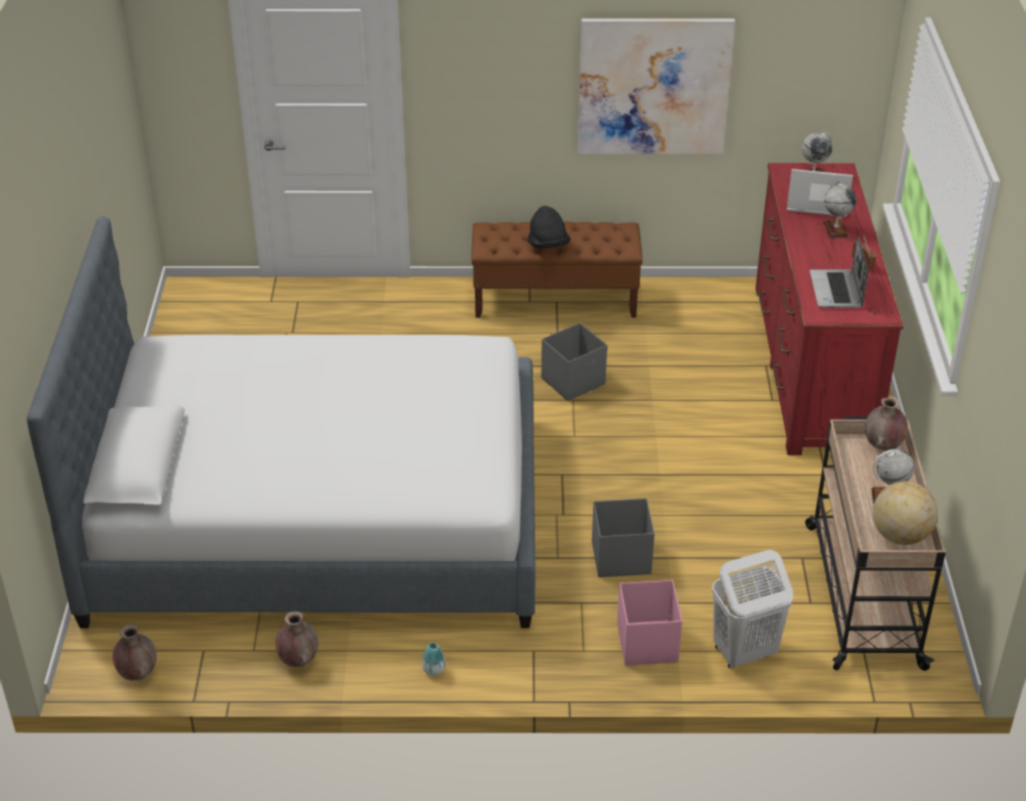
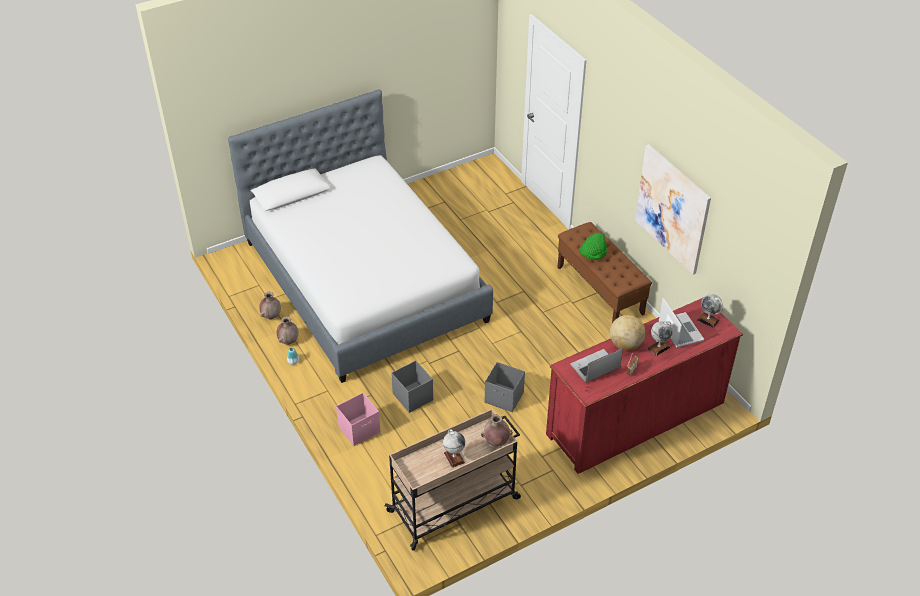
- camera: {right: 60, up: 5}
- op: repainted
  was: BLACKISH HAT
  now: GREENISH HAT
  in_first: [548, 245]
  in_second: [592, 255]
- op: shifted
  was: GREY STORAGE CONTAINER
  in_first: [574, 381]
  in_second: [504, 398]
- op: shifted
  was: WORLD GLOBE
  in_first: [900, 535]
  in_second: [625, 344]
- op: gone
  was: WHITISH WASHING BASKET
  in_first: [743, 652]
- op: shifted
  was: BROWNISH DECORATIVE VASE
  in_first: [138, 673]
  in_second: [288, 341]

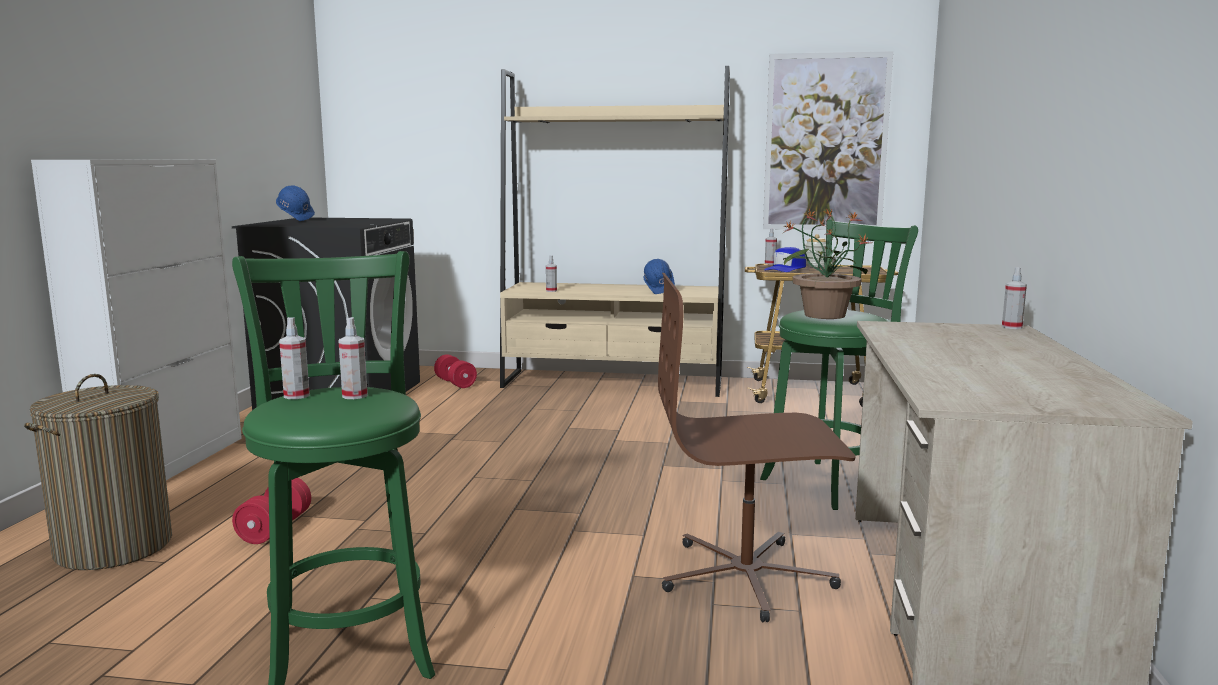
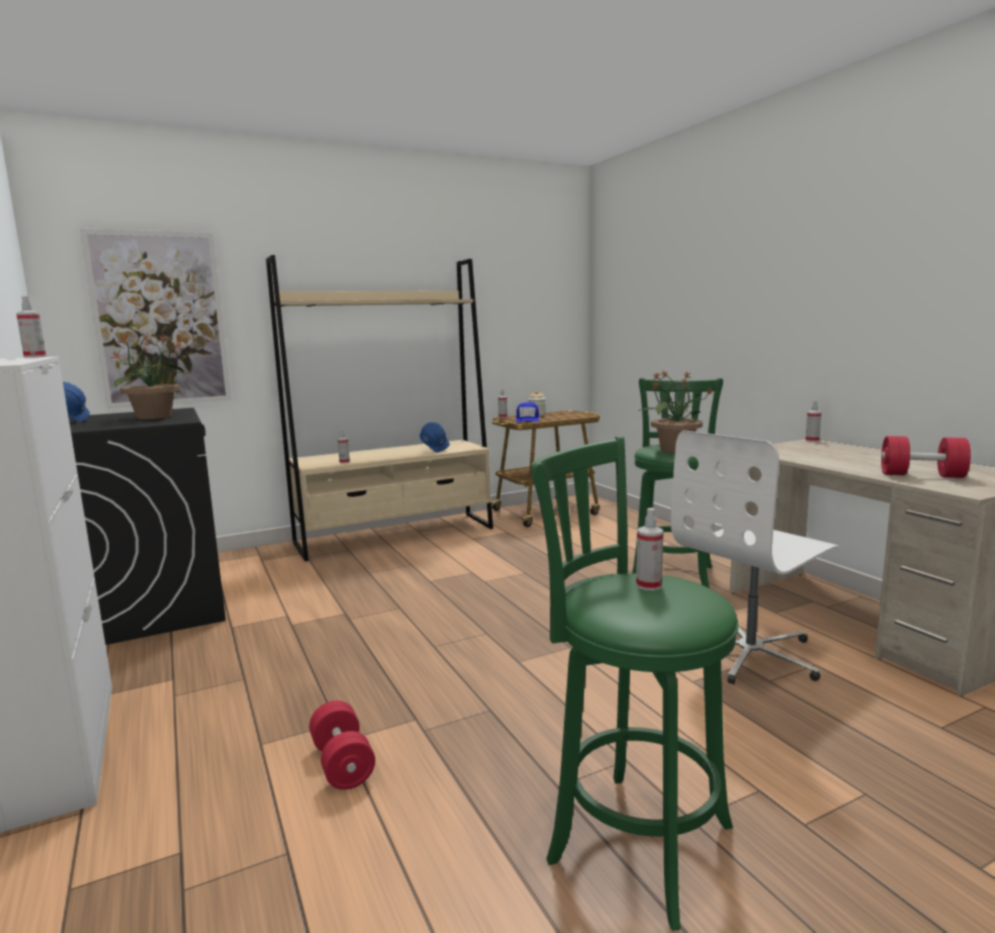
- camera: {right: -35, up: 0}
- op: shifted
  was: WALL PICTURE
  in_first: [825, 143]
  in_second: [160, 319]
- op: repainted
  was: BROWNISH DESK CHAIR
  now: WHITISH DESK CHAIR
  in_first: [747, 577]
  in_second: [751, 654]
- op: shifted
  was: SPRAYER
  in_first: [296, 396]
  in_second: [35, 357]
- op: shifted
  was: RED-COLOURED HAND WEIGHT
  in_first: [455, 383]
  in_second: [922, 475]
- op: gone
  was: WASHING BASKET
  in_first: [114, 546]
- op: new
  now: PLANT IN A POT
  in_second: [155, 417]

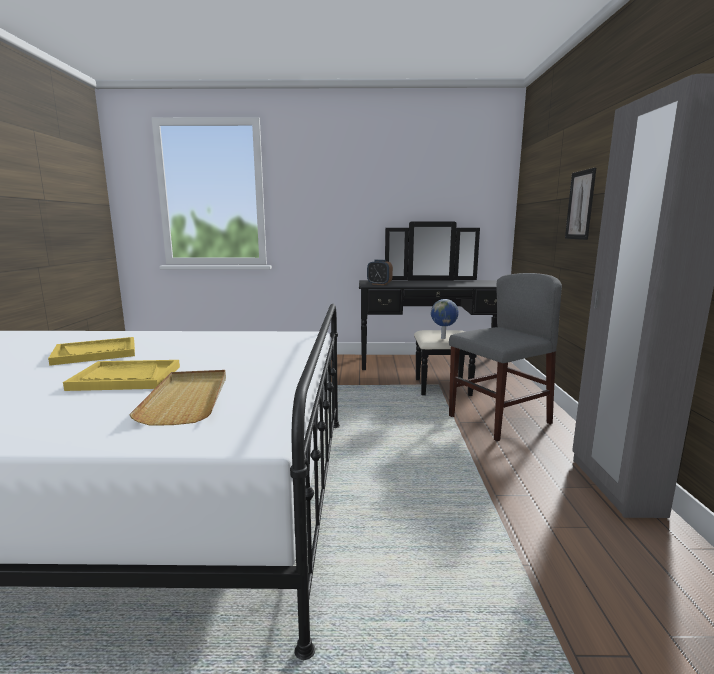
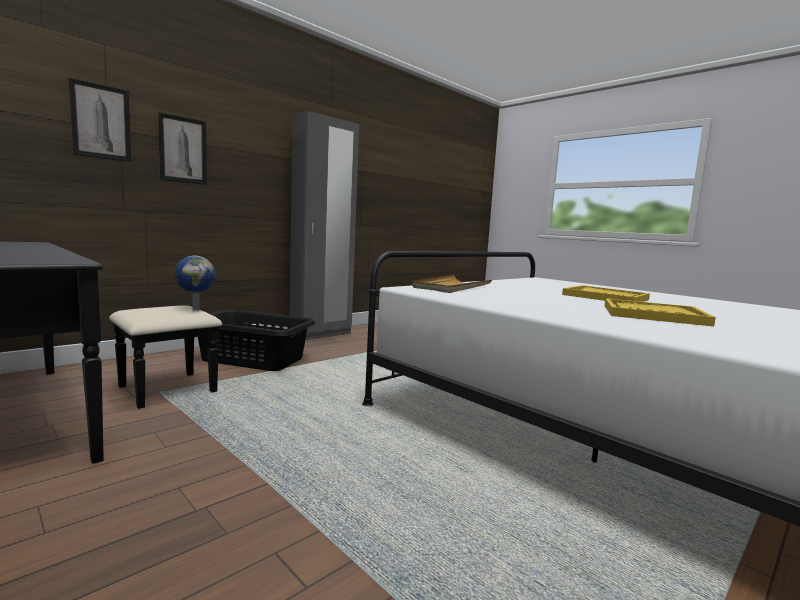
- camera: {right: -135, up: -5}
- op: gone
  was: ALARM CLOCK
  in_first: [379, 284]
- op: swapped
  was: GREY CHAIR
  now: BLACKISH WASHING BASKET
  in_first: [499, 419]
  in_second: [253, 359]
- op: shifted
  was: BEIGE-COLOURED TRAY
  in_first: [187, 399]
  in_second: [452, 287]
- op: new
  now: WALL PICTURE
  in_second: [101, 122]

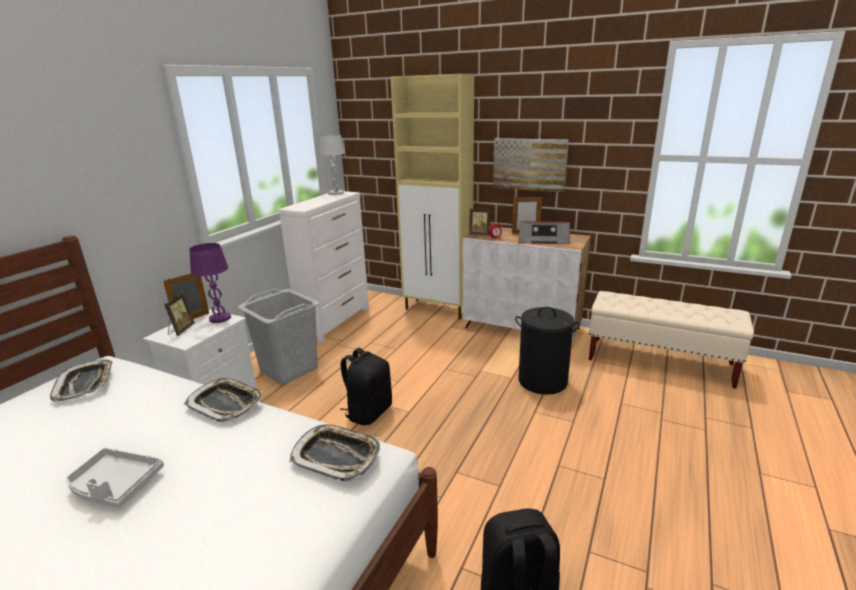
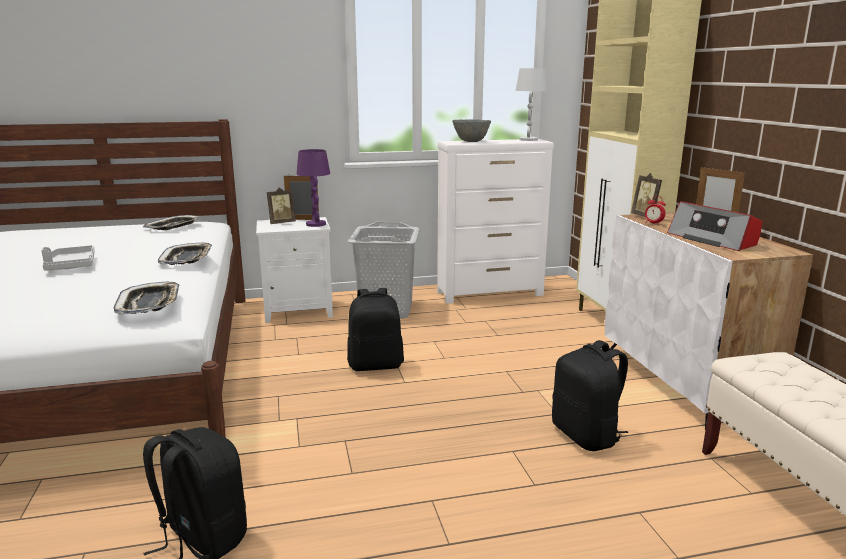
- camera: {right: 50, up: -5}
- op: gone
  was: WALL PICTURE
  in_first: [529, 164]
- op: swapped
  was: BLACKISH WASHING BASKET
  now: BLACKISH KNAPSACK
  in_first: [543, 381]
  in_second: [586, 435]
- op: new
  now: GREY BOWL
  in_second: [471, 141]

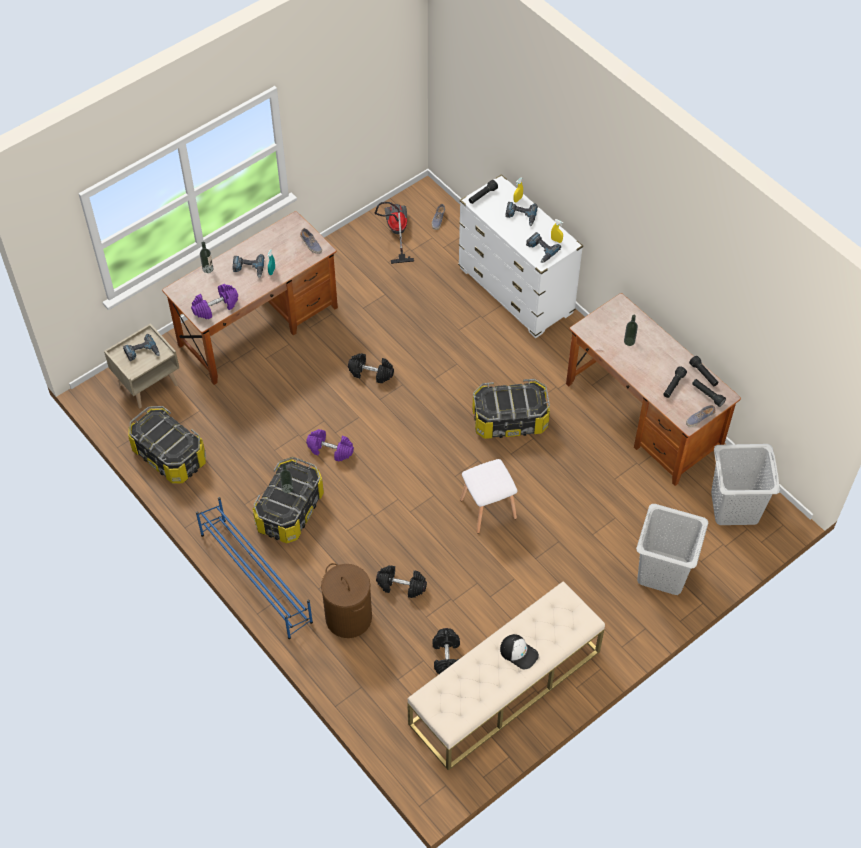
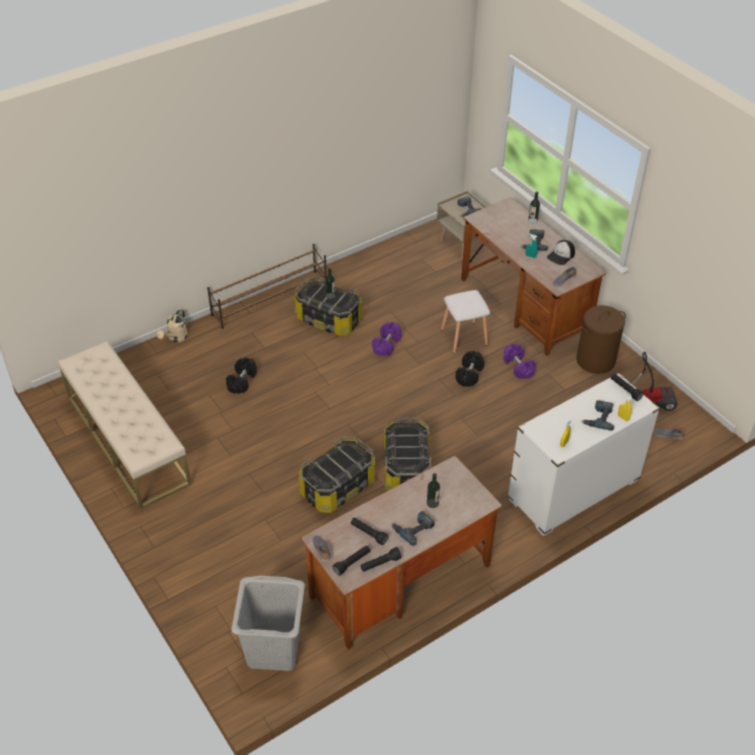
- camera: {right: 95, up: -10}
- op: shifted
  was: DRILL
  in_first: [540, 250]
  in_second: [413, 528]
- op: shifted
  was: PURPLE HAND WEIGHT
  in_first: [215, 307]
  in_second: [518, 367]
- op: shifted
  was: STORAGE CONTAINER
  in_first: [170, 455]
  in_second: [338, 487]
- op: shifted
  was: WHITISH STOOL SEAT
  in_first: [487, 509]
  in_second: [463, 336]
- op: repainted
  was: BLUISH SHOE SHELF
  now: BROWNISH SHOE SHELF
  in_first: [255, 577]
  in_second: [270, 299]
- op: gone
  was: GREY WASHING BASKET
  in_first: [663, 572]
- op: shifted
  was: BROWNISH WASHING BASKET
  in_first: [348, 617]
  in_second: [595, 360]
- op: gone
  was: BLACKISH HAND WEIGHT
  in_first: [446, 657]
- op: shifted
  was: CAP
  in_first: [519, 652]
  in_second: [561, 256]
- op: new
  now: BEIGE-COLOURED WATERING POT
  in_second: [175, 338]

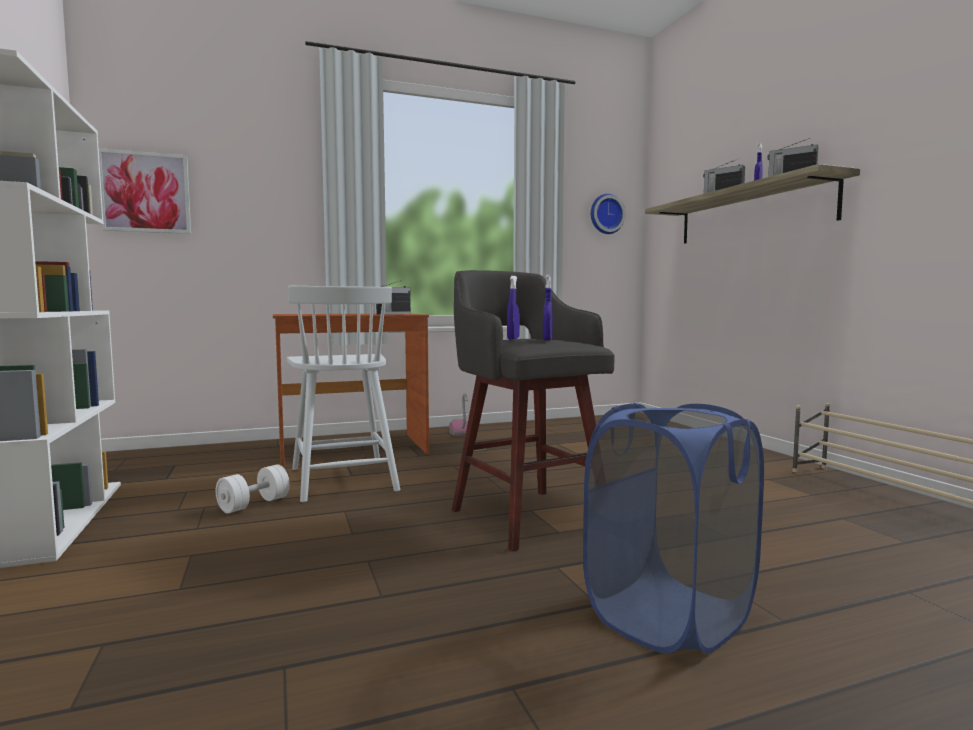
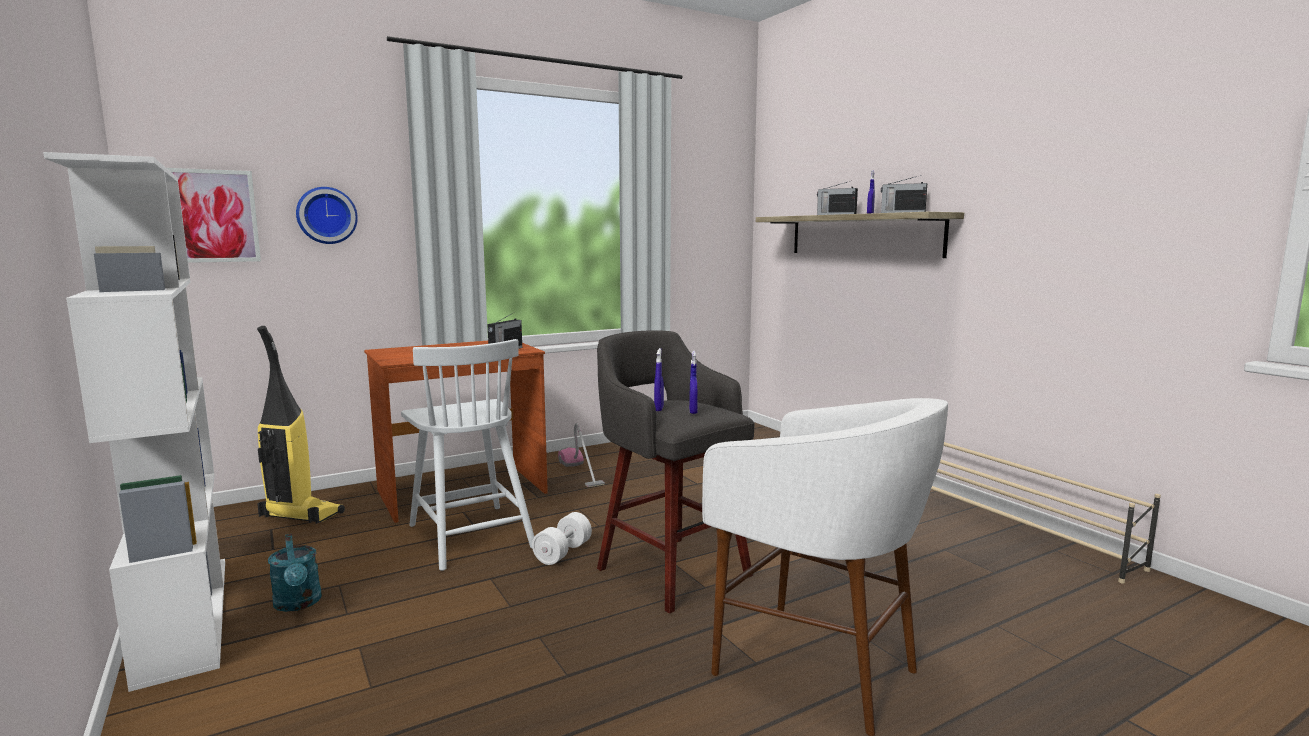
- camera: {right: -10, up: 5}
- op: shifted
  was: CLOCK ON THE WALL
  in_first: [606, 214]
  in_second: [326, 215]
- op: swapped
  was: BLUISH WASHING BASKET
  now: WHITISH STOOL SEAT
  in_first: [669, 617]
  in_second: [817, 670]
- op: shifted
  was: WHITISH HAND WEIGHT
  in_first: [254, 504]
  in_second: [563, 553]
- op: new
  now: VACUUM
  in_second: [300, 515]
- op: new
  now: TURQUOISE WATERING POT
  in_second: [298, 604]

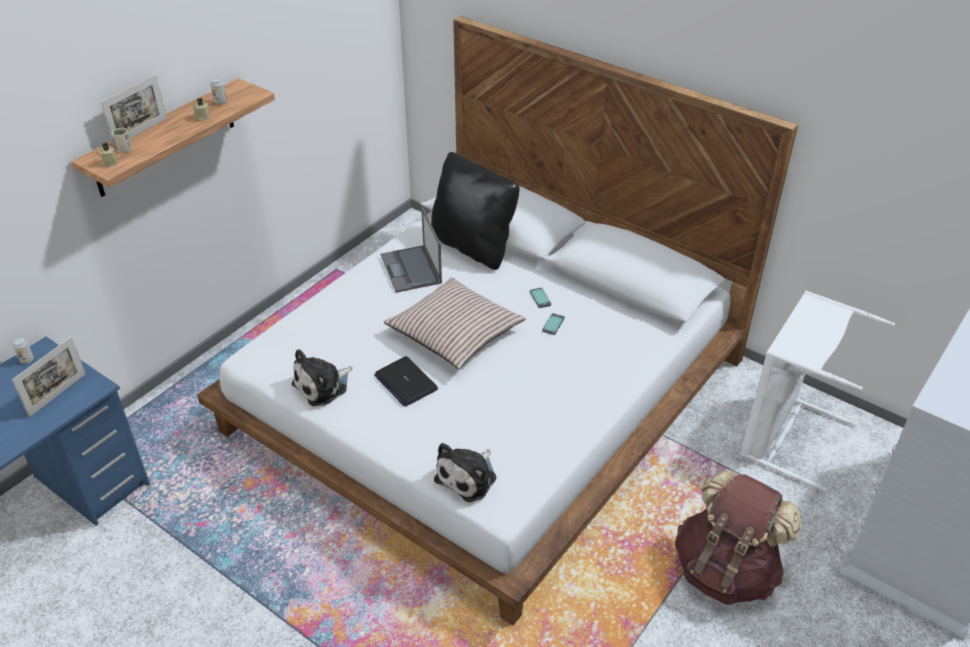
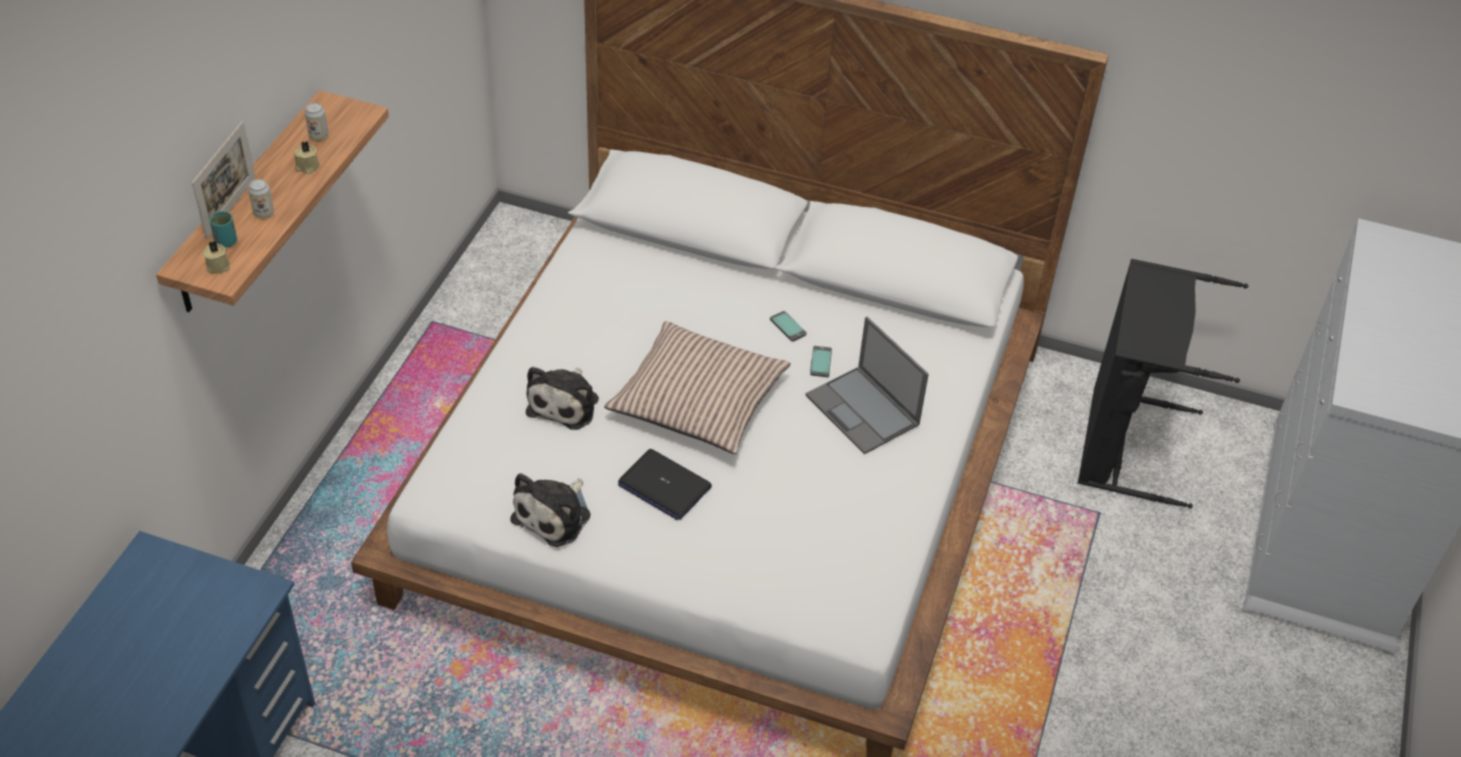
- camera: {right: -20, up: 5}
- op: repainted
  was: BEIGE-COLOURED DRINKING CUP
  now: TURQUOISE DRINKING CUP
  in_first: [124, 150]
  in_second: [226, 242]
- op: gone
  was: BLACKISH THROW PILLOW
  in_first: [473, 247]
- op: shifted
  was: LAPTOP
  in_first: [411, 269]
  in_second: [863, 410]
- op: repainted
  was: WHITISH WASHING BASKET
  now: BLACKISH WASHING BASKET
  in_first: [785, 435]
  in_second: [1122, 444]
- op: gone
  was: STANDING FRAME
  in_first: [57, 394]
- op: shifted
  was: CAN
  in_first: [27, 360]
  in_second: [264, 213]
- op: shifted
  was: CUDDLY TOY
  in_first: [468, 477]
  in_second: [565, 403]
- op: gone
  was: BROWNISH KNAPSACK
  in_first: [726, 571]

